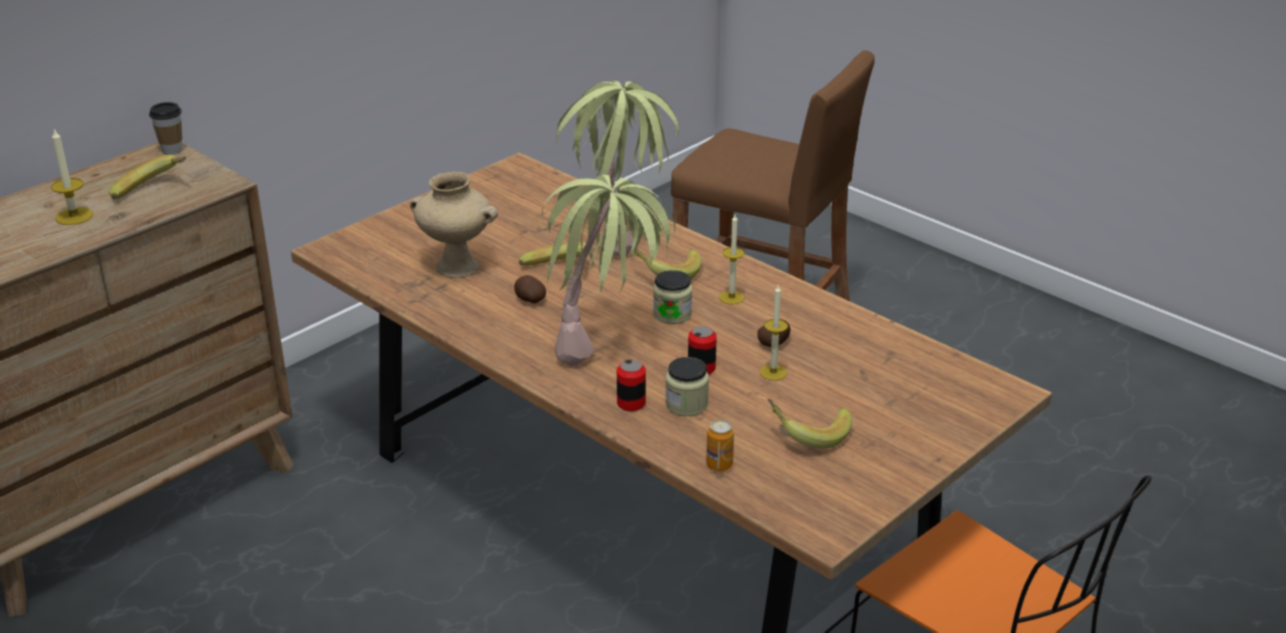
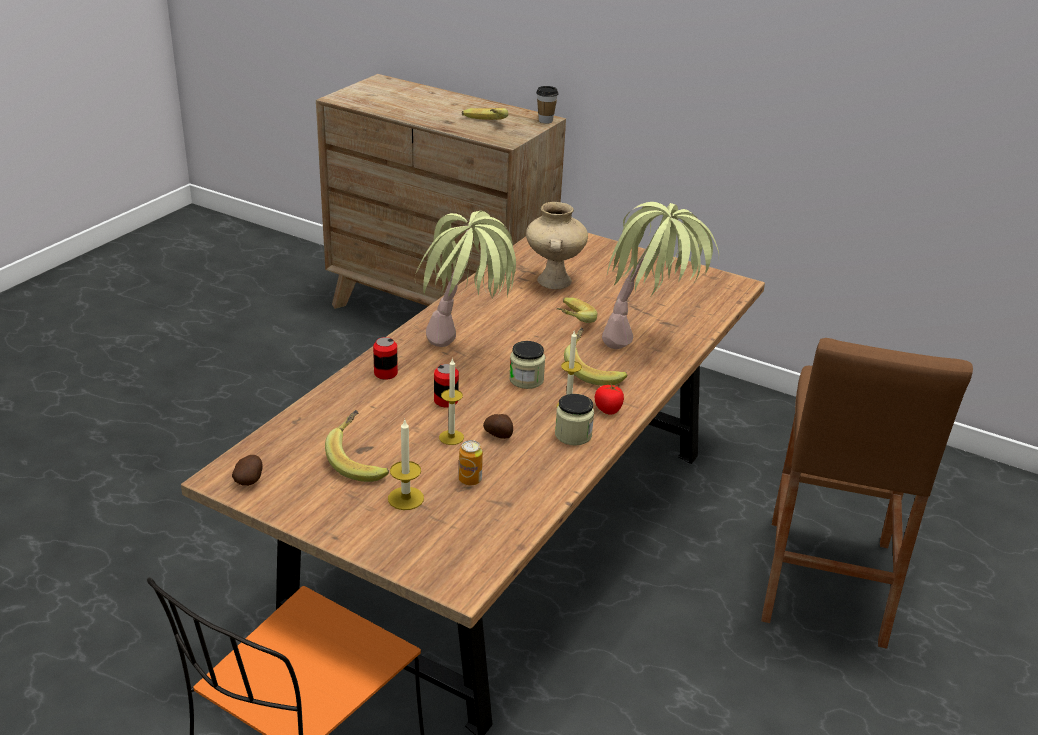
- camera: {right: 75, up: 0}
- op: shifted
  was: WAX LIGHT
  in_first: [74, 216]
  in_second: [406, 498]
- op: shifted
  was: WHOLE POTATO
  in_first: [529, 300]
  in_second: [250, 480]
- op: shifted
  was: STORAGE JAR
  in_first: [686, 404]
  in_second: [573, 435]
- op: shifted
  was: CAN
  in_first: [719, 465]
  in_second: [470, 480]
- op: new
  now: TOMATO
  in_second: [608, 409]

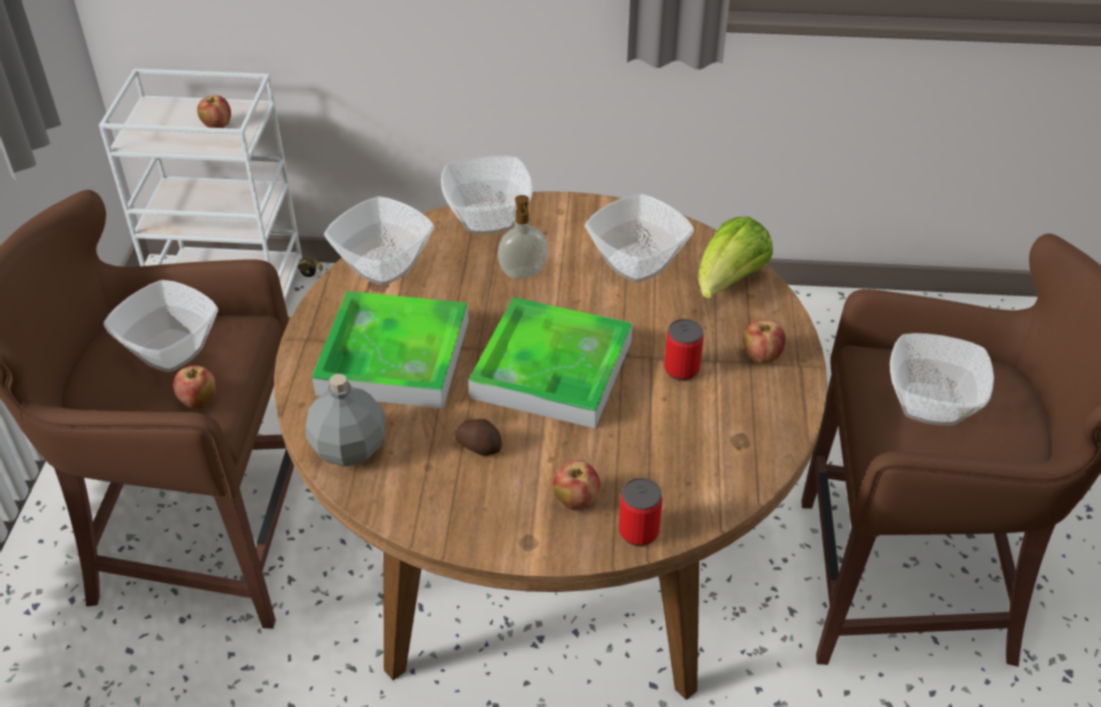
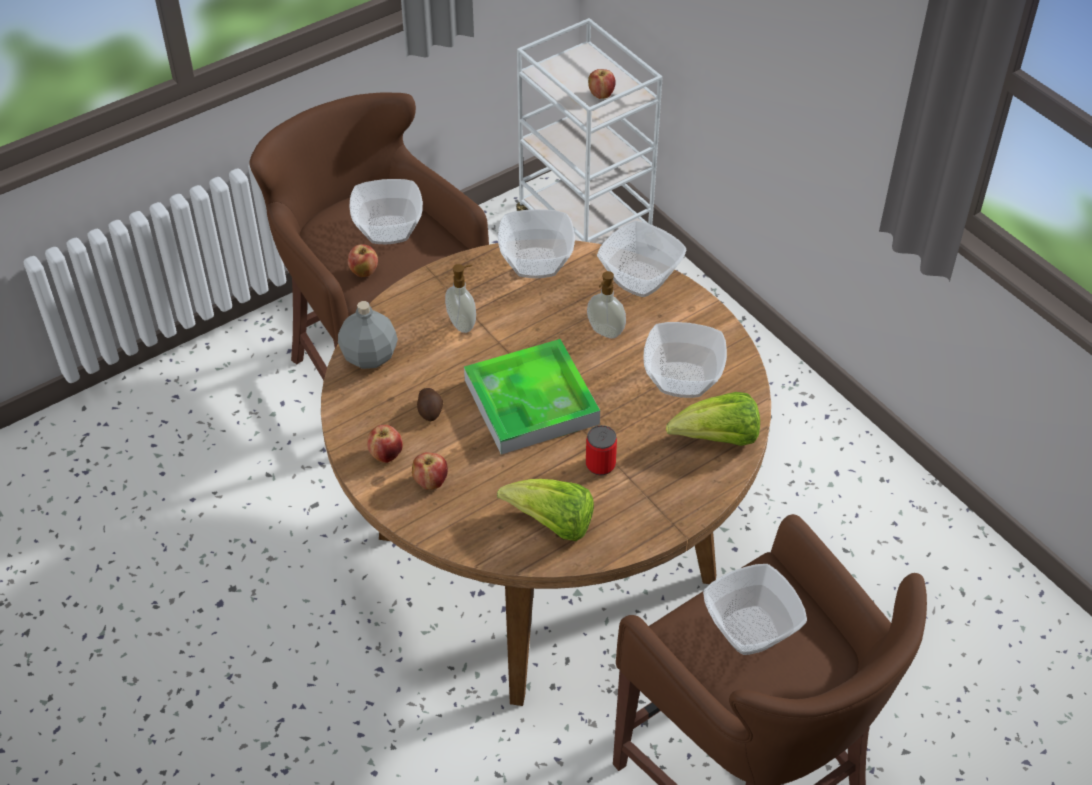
- camera: {right: 50, up: 5}
- op: swapped
  was: TRAY
  now: SOAP DISPENSER
  in_first: [394, 357]
  in_second: [462, 323]
- op: shifted
  was: APPLE FRUIT
  in_first: [761, 356]
  in_second: [386, 455]
- op: gone
  was: CAN
  in_first: [638, 532]
- op: new
  now: LETTUCE HEAD
  in_second: [552, 524]

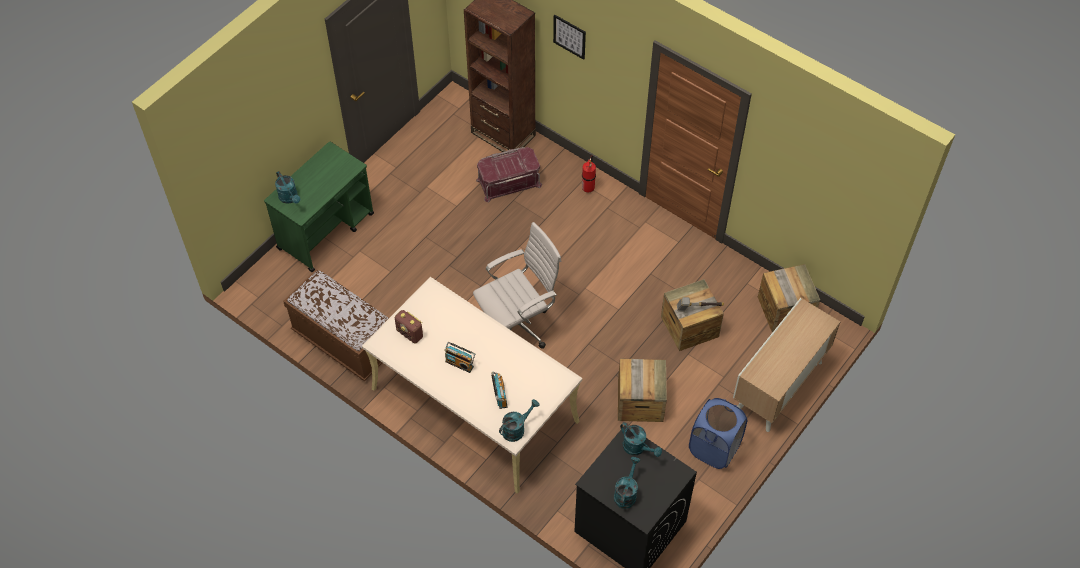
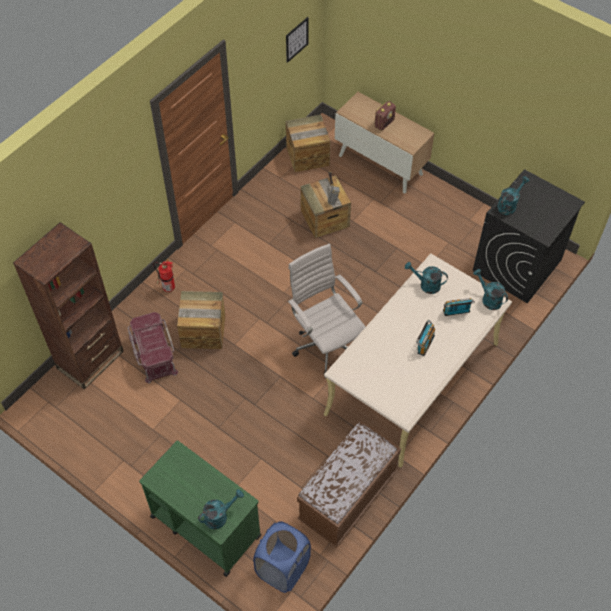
- camera: {right: -90, up: 0}
- op: shifted
  was: WALL PICTURE
  in_first: [569, 36]
  in_second: [296, 39]
- op: shifted
  was: RADIO
  in_first: [410, 334]
  in_second: [384, 123]
- op: shifted
  was: CRATE
  in_first: [640, 401]
  in_second: [203, 331]
- op: shifted
  was: BLUISH WASHING BASKET
  in_first: [714, 448]
  in_second: [282, 568]
- op: shifted
  was: TURQUOISE WATERING POT
  in_first: [626, 493]
  in_second: [426, 285]

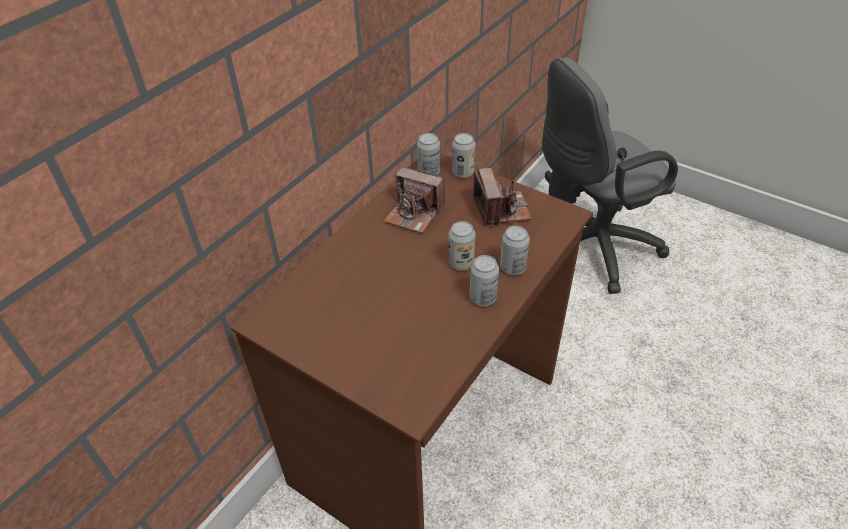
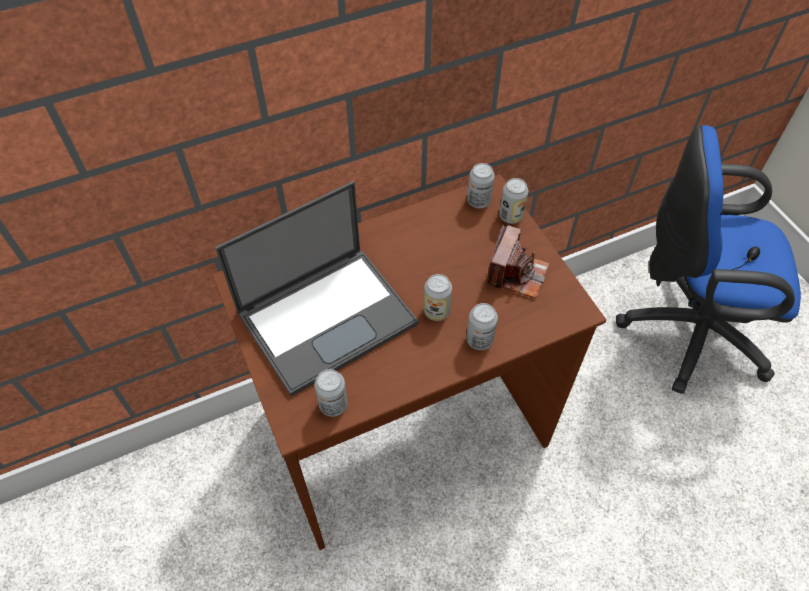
- camera: {right: 30, up: 10}
- op: repainted
  was: GREY DESK CHAIR
  now: BLUISH DESK CHAIR
  in_first: [588, 248]
  in_second: [685, 330]
- op: gone
  was: STILL CAMERA
  in_first: [414, 213]
- op: shifted
  was: CAN
  in_first: [482, 298]
  in_second: [333, 405]
- op: new
  now: LAPTOP
  in_second: [328, 316]

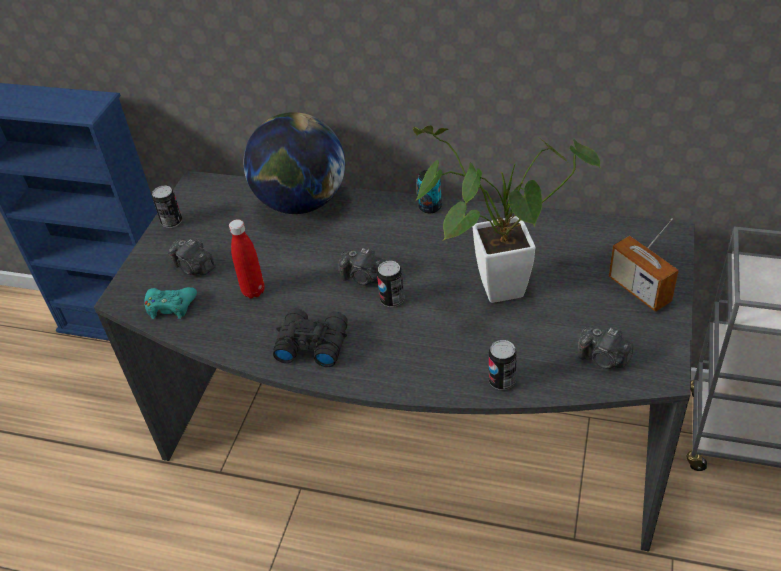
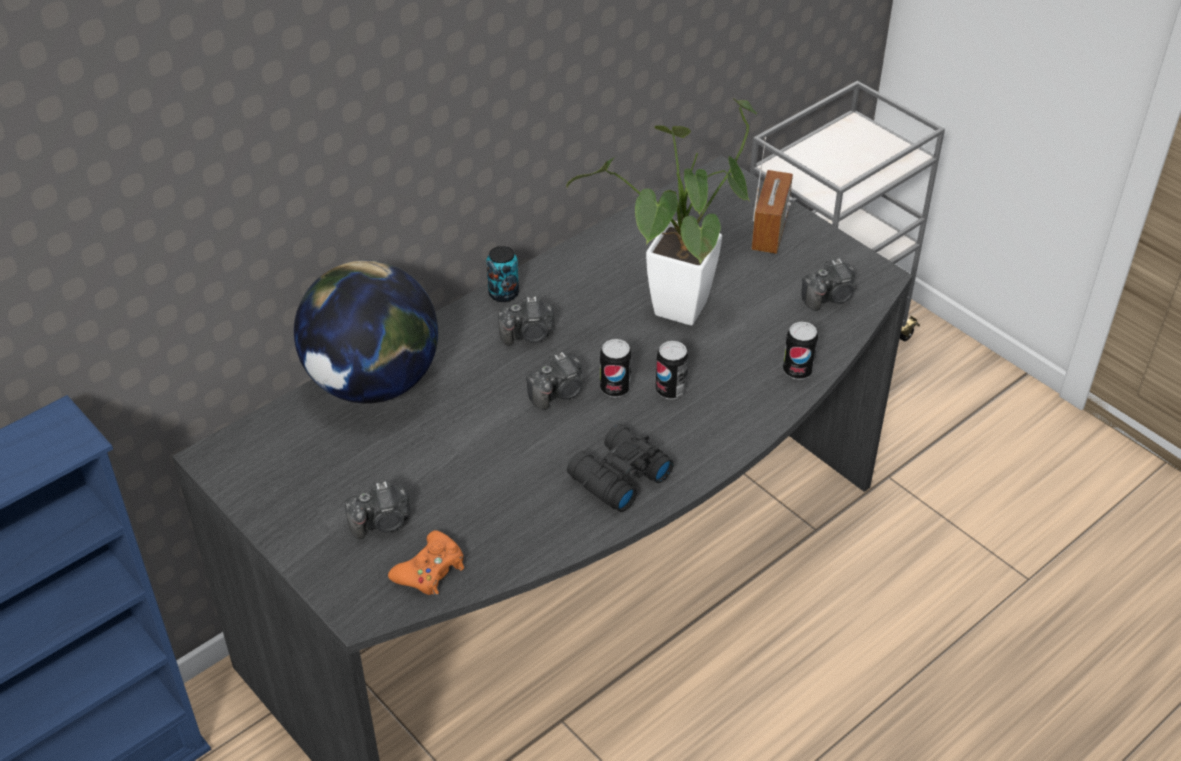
- camera: {right: -60, up: 0}
- op: shifted
  was: CAN
  in_first: [172, 222]
  in_second: [670, 390]
- op: rotated
  was: RADIO
  in_first: [639, 290]
  in_second: [770, 232]
  clockwise: -75
- op: gone
  was: RED-COLOURED BEVERAGE BOTTLE
  in_first: [253, 291]
- op: repainted
  was: TURQUOISE JOYPAD
  now: ORANGE-COLOURED JOYPAD
  in_first: [170, 306]
  in_second: [430, 570]
- op: new
  now: STILL CAMERA
  in_second: [529, 335]

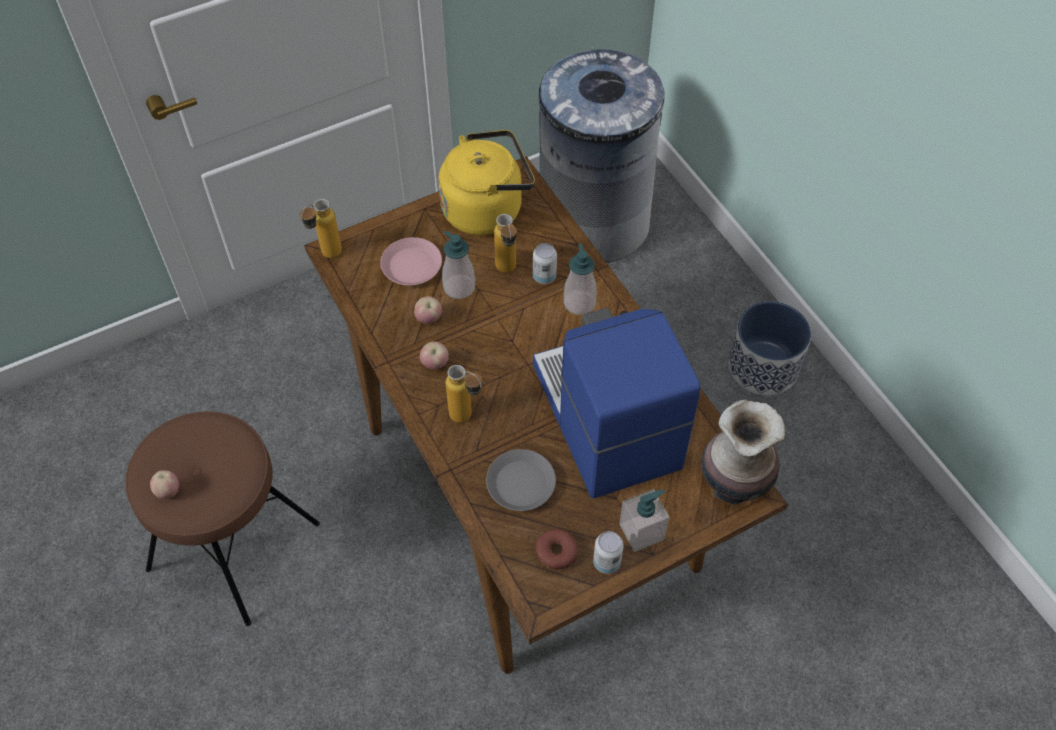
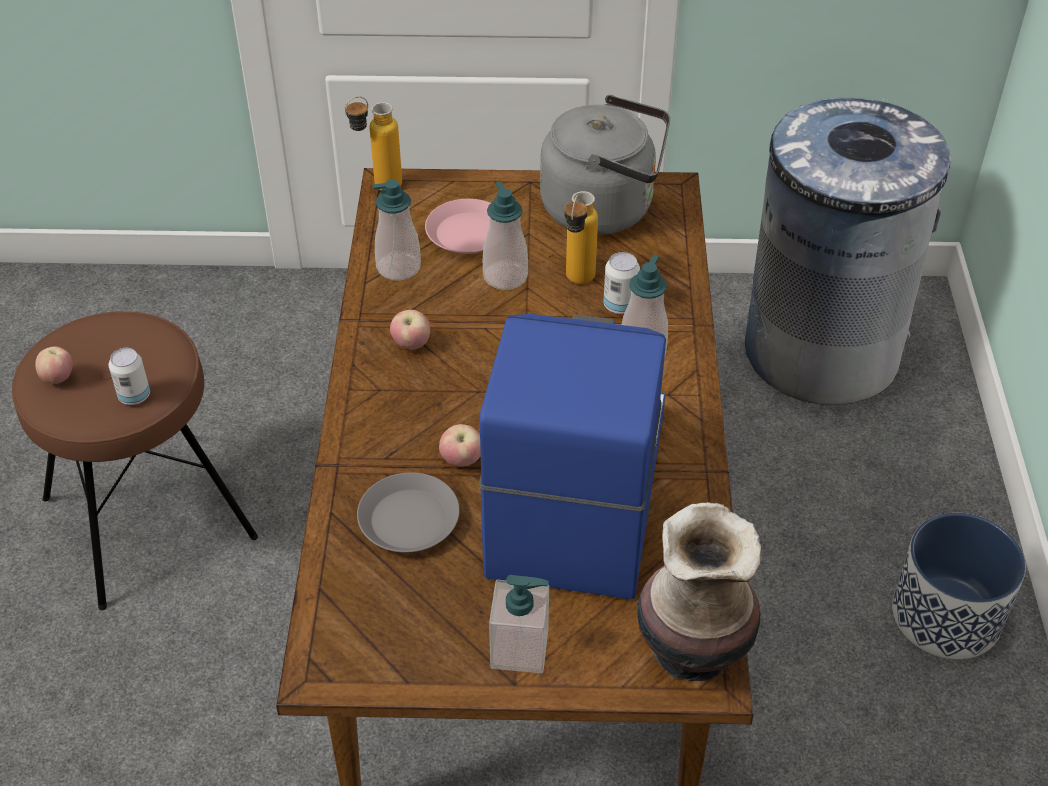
- camera: {right: 30, up: -10}
- op: repainted
  was: YELLOW-COLOURED KETTLE
  now: GREY KETTLE
  in_first: [487, 209]
  in_second: [604, 209]
- op: shifted
  was: APPLE FRUIT
  in_first: [428, 319]
  in_second: [461, 461]
- op: gone
  was: BEVERAGE BOTTLE
  in_first: [467, 419]
- op: gone
  was: DOUGHNUT
  in_first: [556, 552]
- op: shifted
  was: CAN
  in_first: [606, 562]
  in_second: [134, 396]
- op: new
  now: SOAP DISPENSER
  in_second: [398, 267]

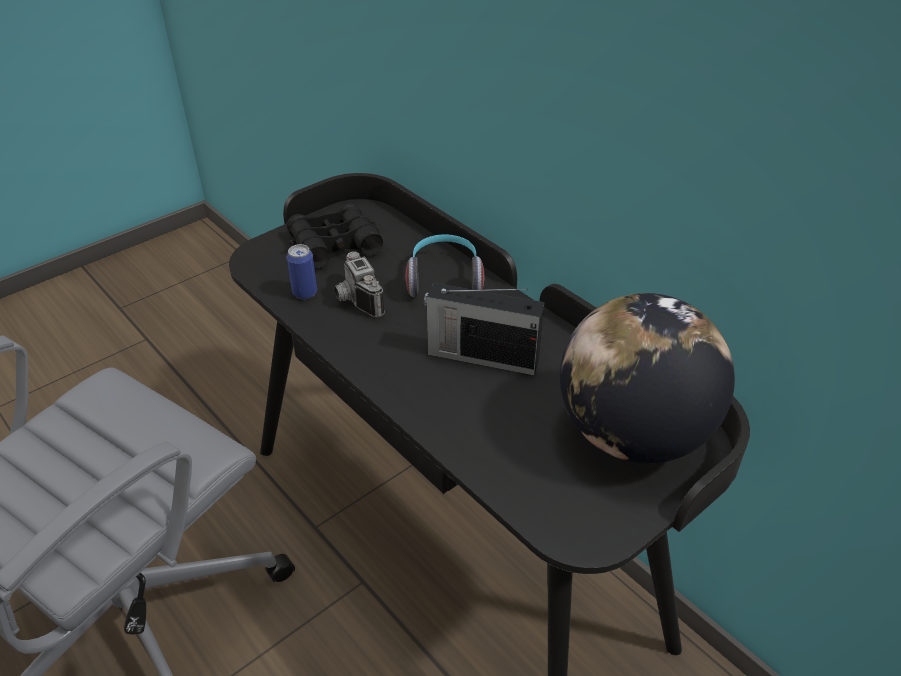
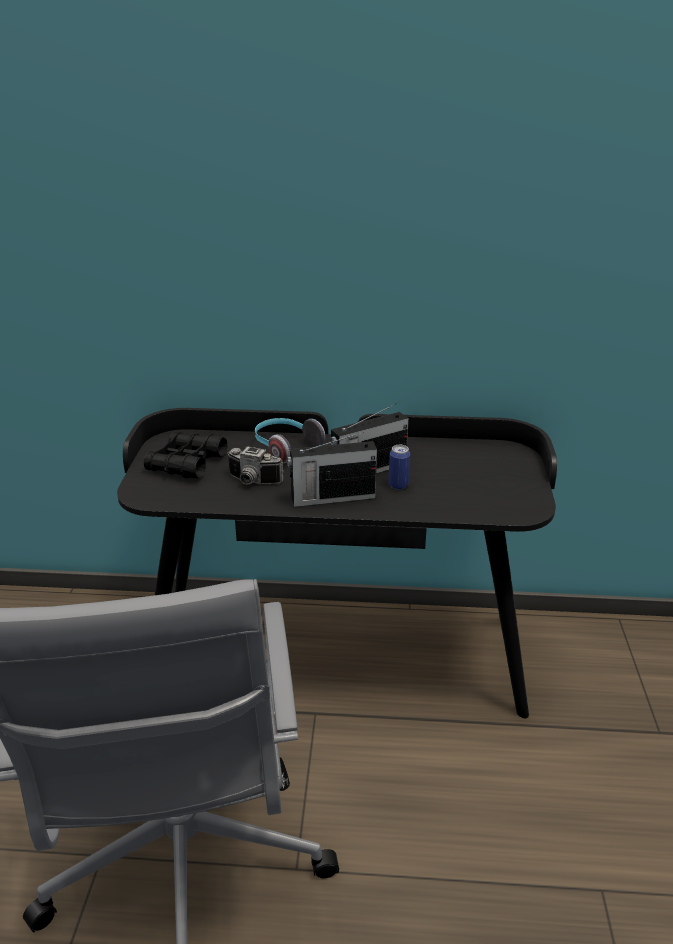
- camera: {right: -45, up: -10}
- op: shifted
  was: CAN
  in_first: [305, 293]
  in_second: [398, 485]
- op: gone
  was: WORLD GLOBE
  in_first: [632, 434]
- op: new
  now: RADIO
  in_second: [331, 497]

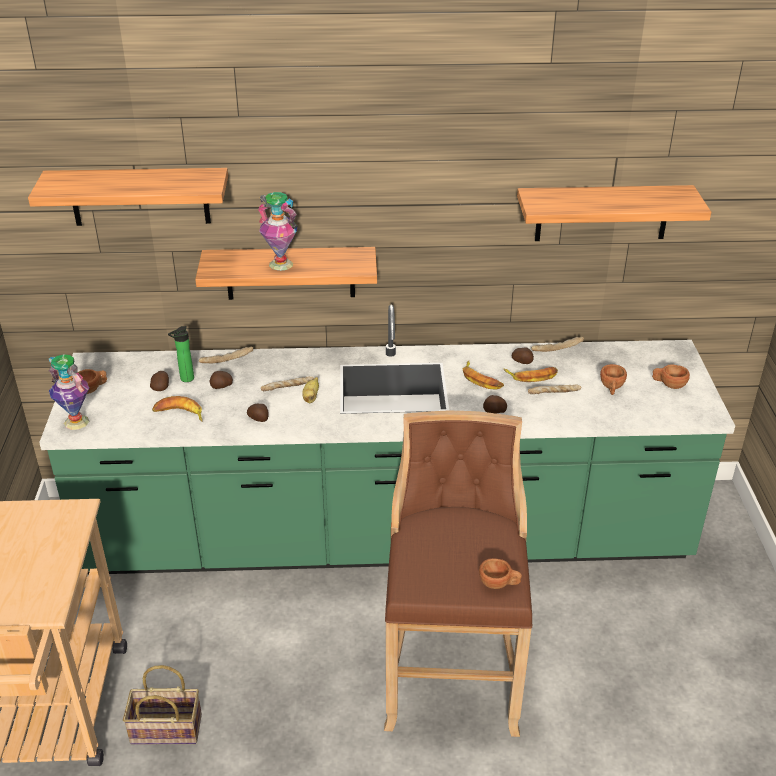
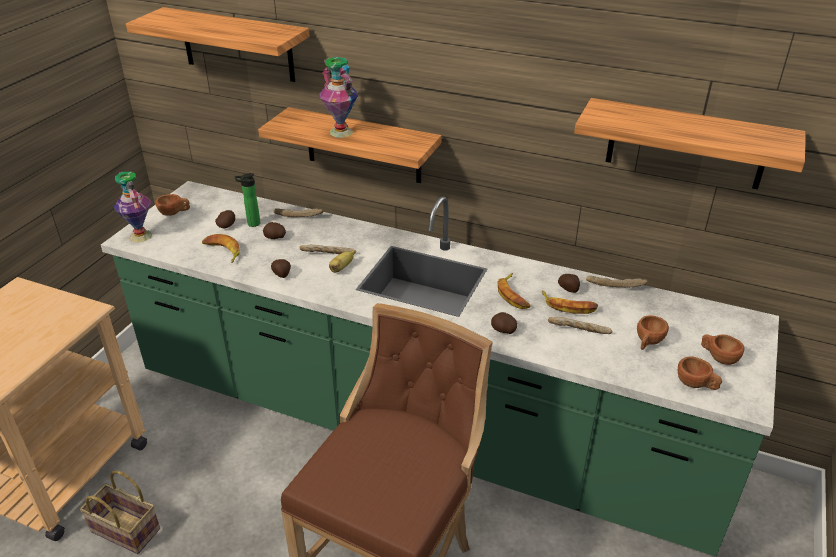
- camera: {right: 25, up: 0}
- op: shifted
  was: BROWNISH DRINKING CUP
  in_first: [499, 584]
  in_second: [696, 384]

